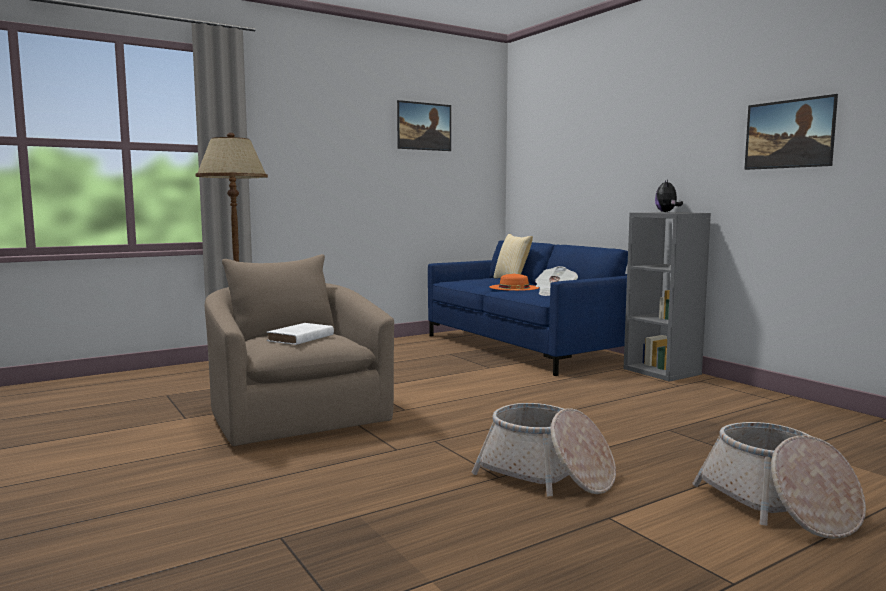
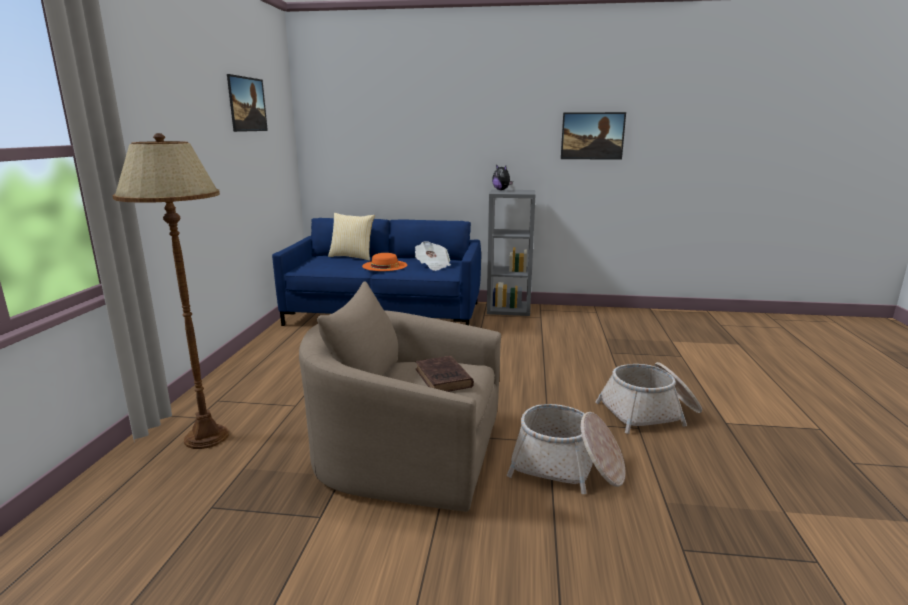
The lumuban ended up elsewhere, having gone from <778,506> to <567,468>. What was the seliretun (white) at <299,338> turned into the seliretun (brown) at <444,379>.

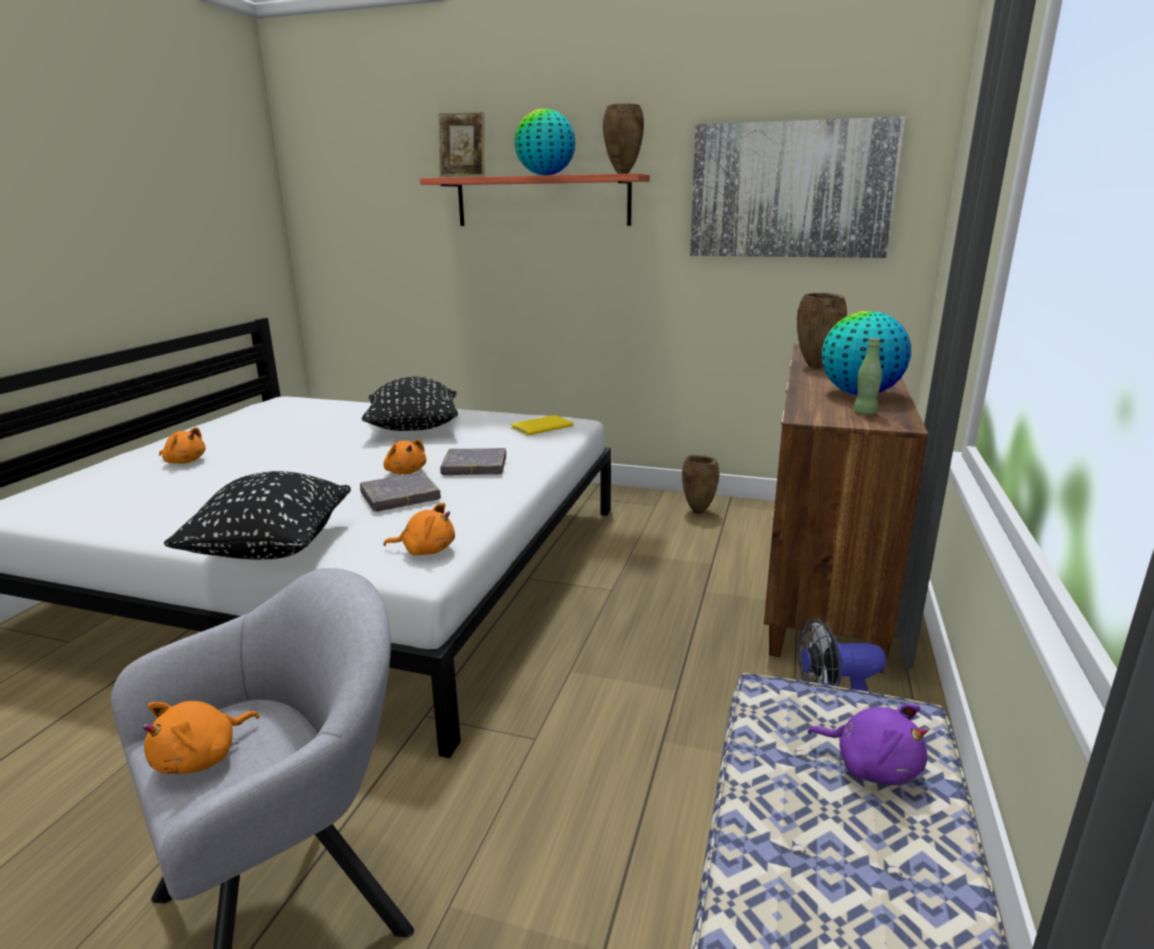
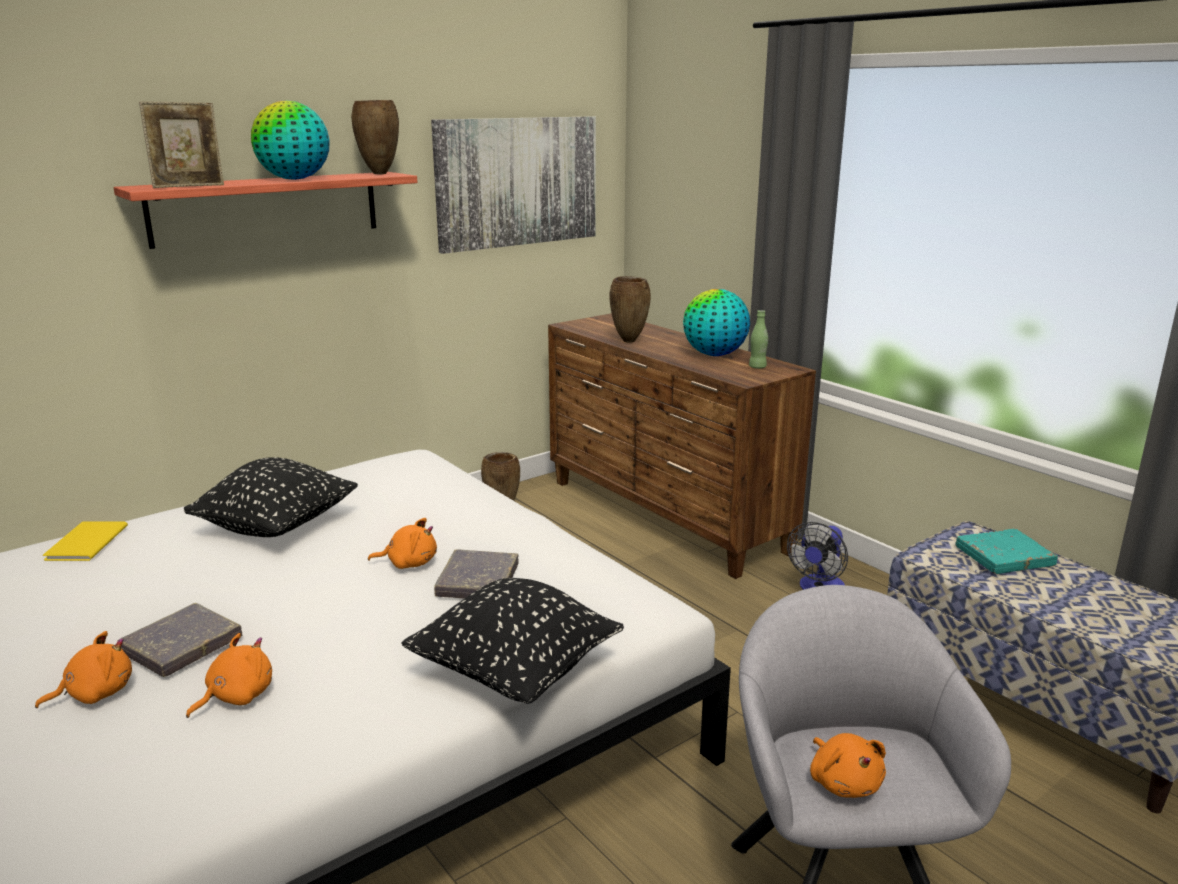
The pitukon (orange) ended up elsewhere, having gone from <426,550> to <236,696>. The seliretun (grey) ended up elsewhere, having gone from <474,466> to <181,645>. The seliretun (yellow) ended up elsewhere, having gone from <539,426> to <83,543>. Where the pitukon (purple) stood at <872,765>, the seliretun (turquoise) came to stand at <1004,556>.

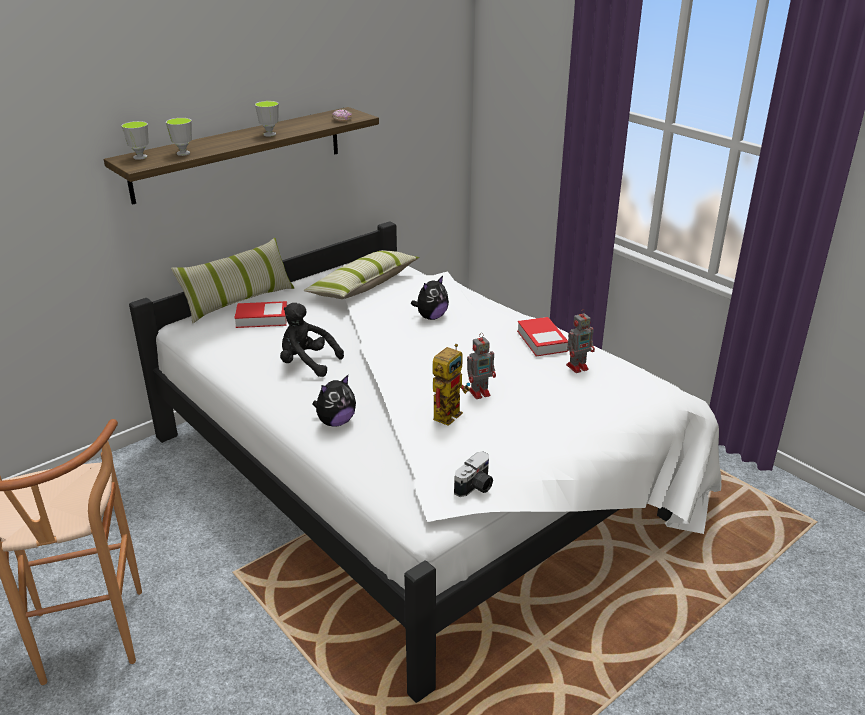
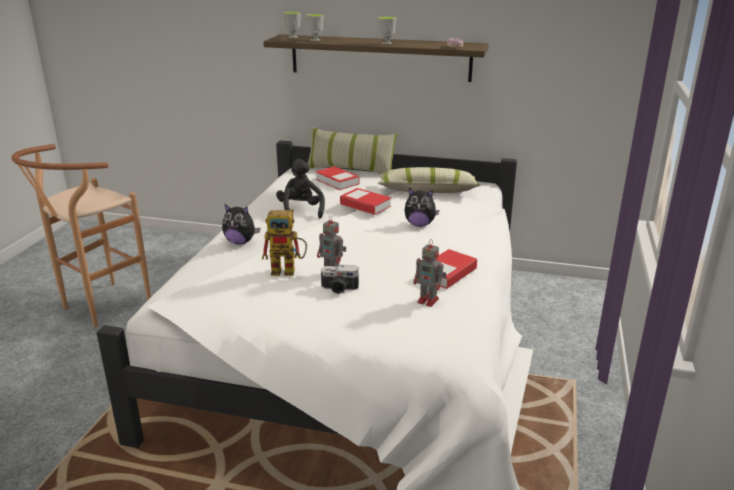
The second view gained the seliretun at <365,205>. The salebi ended up elsewhere, having gone from <476,487> to <339,289>.

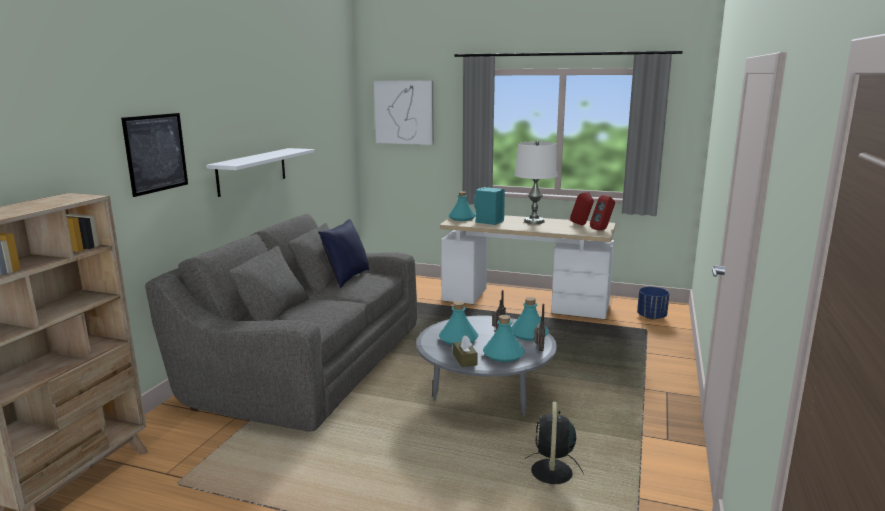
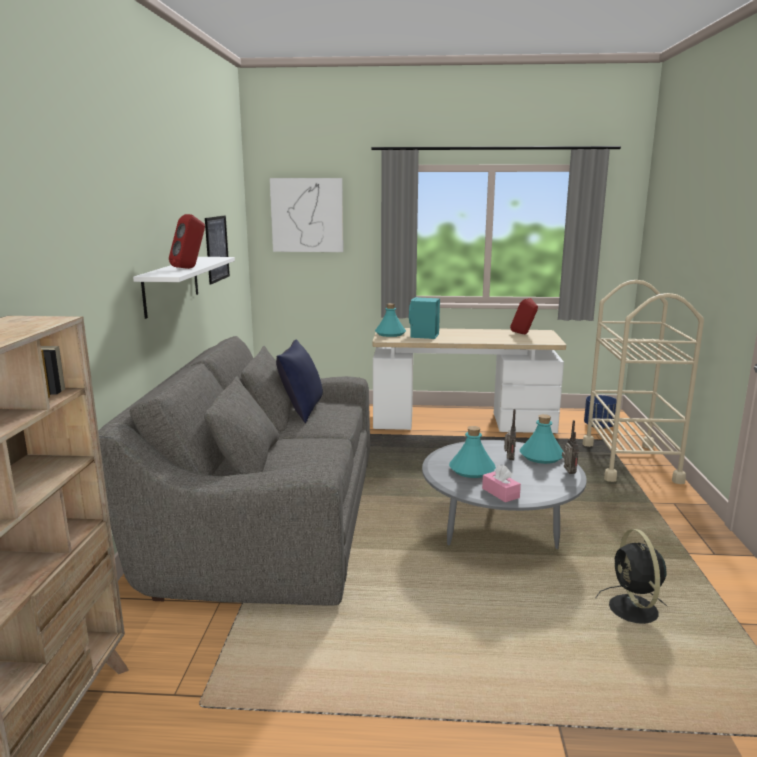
The second view lost the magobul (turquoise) at <503,355>. The second view lost the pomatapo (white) at <534,221>. The second view gained the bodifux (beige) at <630,462>. The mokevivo ended up elsewhere, having gone from <156,153> to <217,248>. The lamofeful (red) ended up elsewhere, having gone from <602,229> to <190,268>. What was the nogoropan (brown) at <465,359> turned into the nogoropan (pink) at <500,493>.

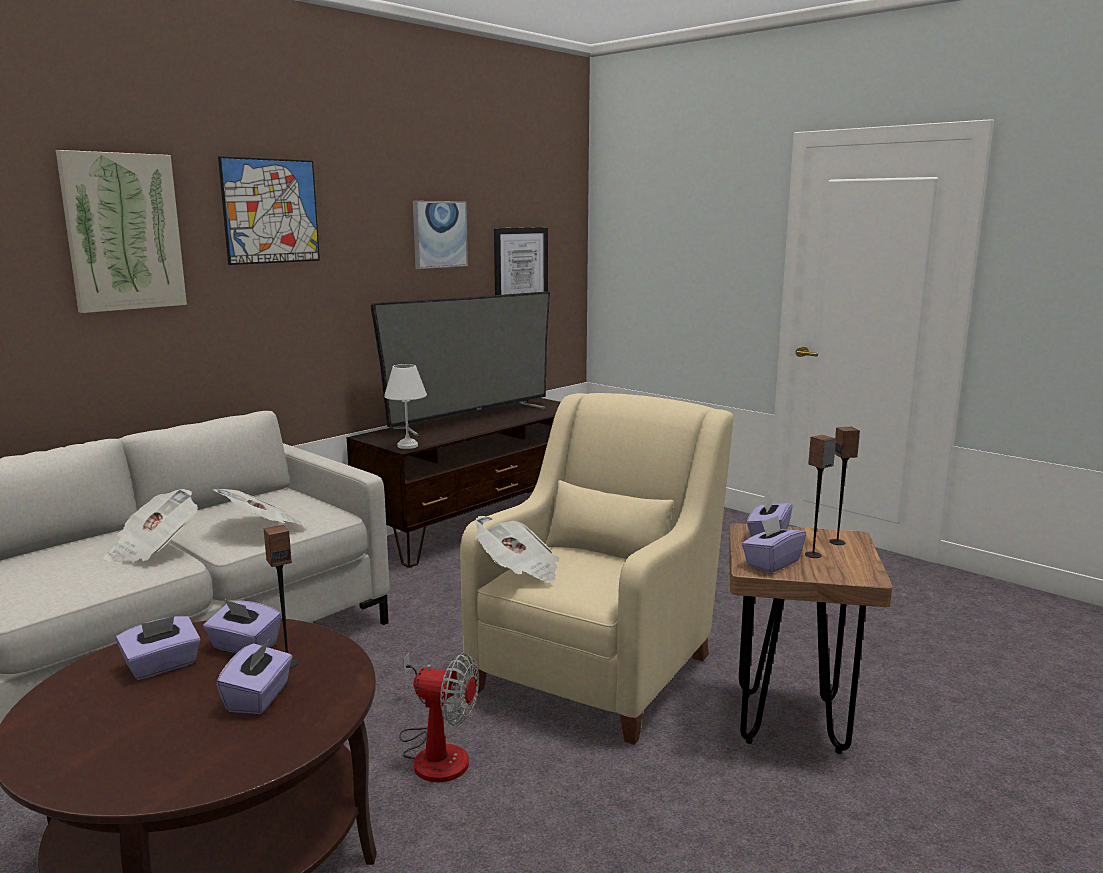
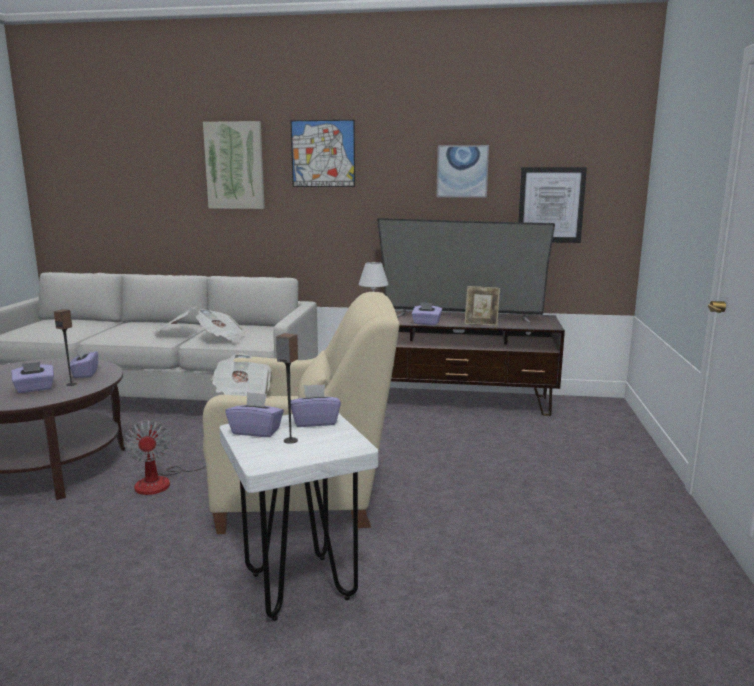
The second view lost the lamofeful at <837,542>. The second view gained the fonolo at <481,323>. The nogoropan (purple) ended up elsewhere, having gone from <162,666> to <426,323>. What was the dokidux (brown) at <790,722> turned into the dokidux (white) at <300,587>.

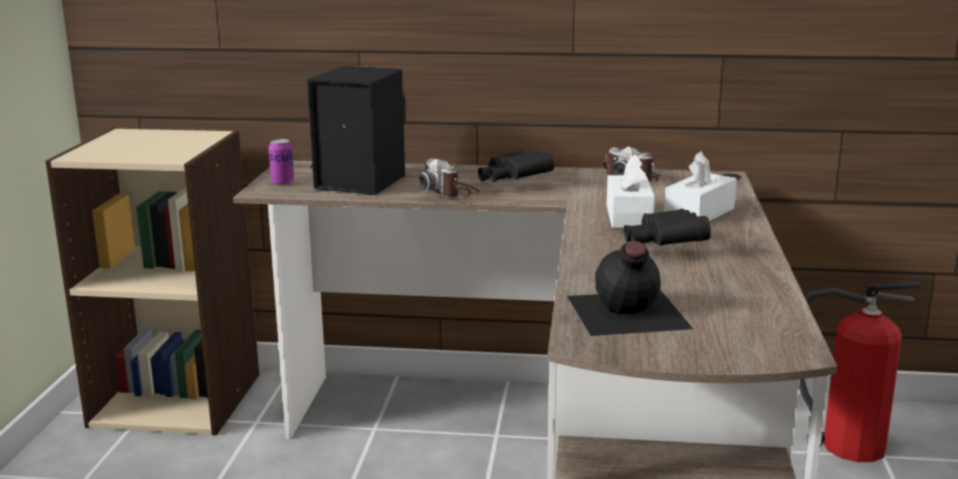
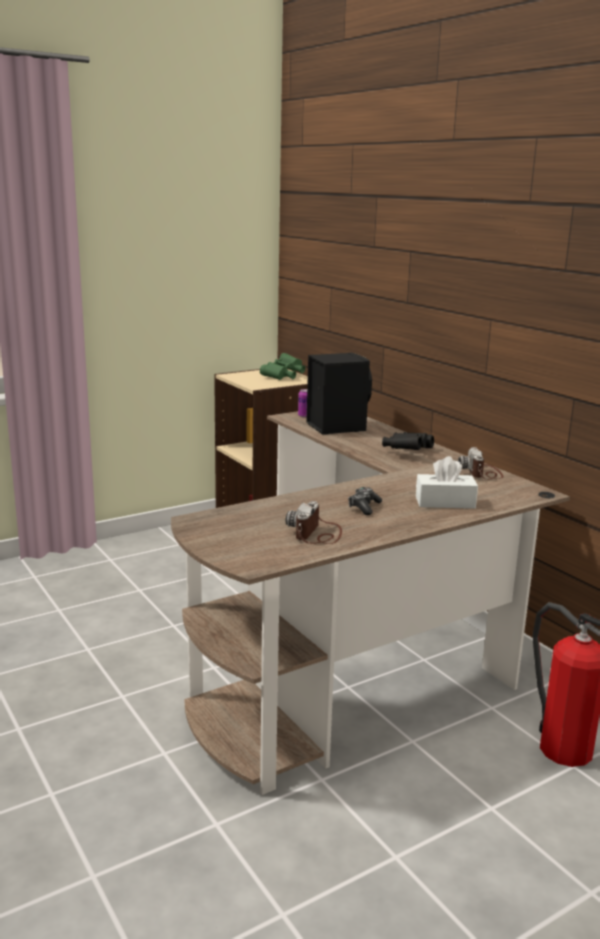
The second view lost the magobul (black) at <626,312>. The second view lost the nogoropan (white) at <629,216>. The second view gained the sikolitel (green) at <284,376>. The salebi ended up elsewhere, having gone from <450,191> to <317,534>. Where the sikolitel (black) stood at <664,247>, the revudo came to stand at <364,507>.

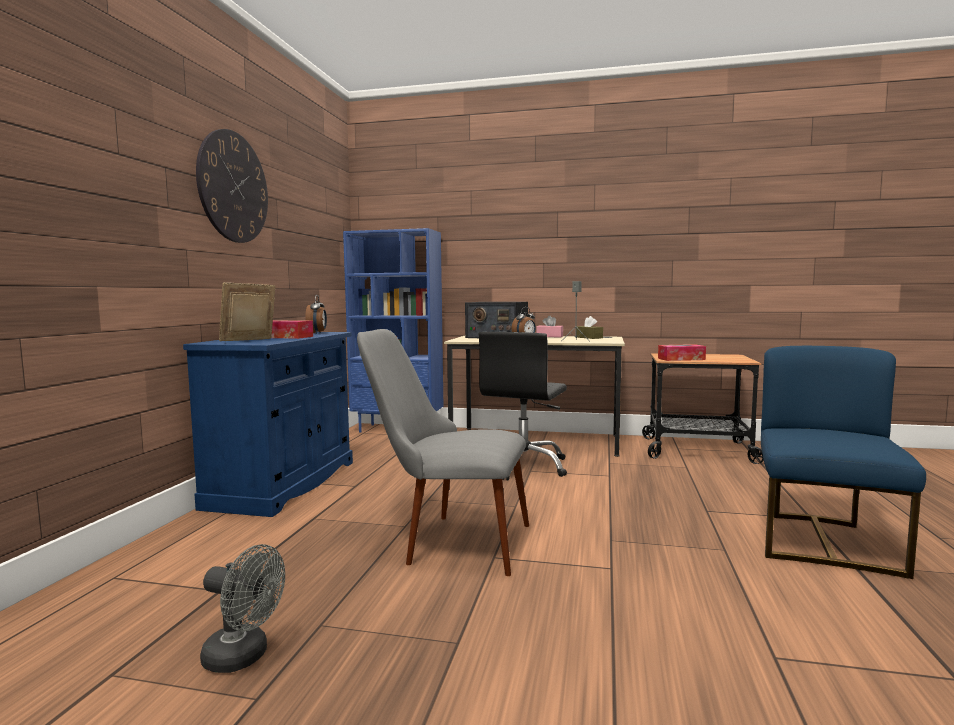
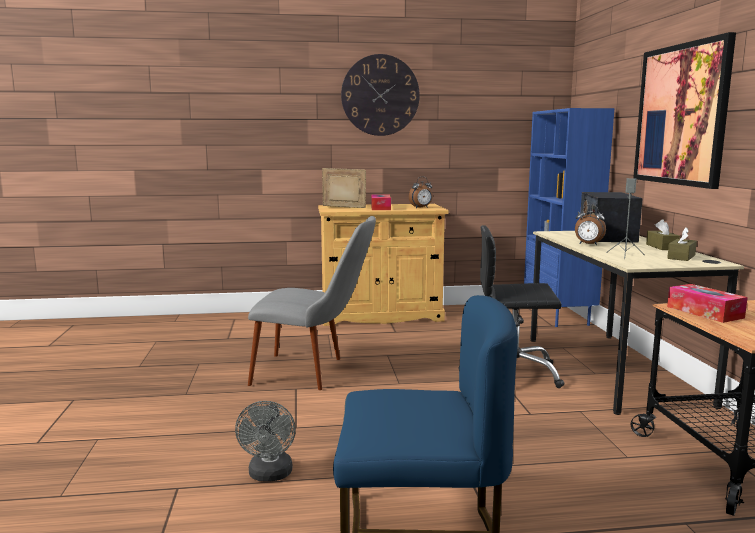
The second view gained the mokevivo at <681,115>. The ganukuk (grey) ended up elsewhere, having gone from <244,657> to <270,475>. What was the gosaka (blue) at <284,484> turned into the gosaka (beige) at <380,315>. What was the nogoropan (pink) at <549,336> turned into the nogoropan (brown) at <661,247>. The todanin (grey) at <447,541> ended up facing another way, 105 degrees clockwise from before.

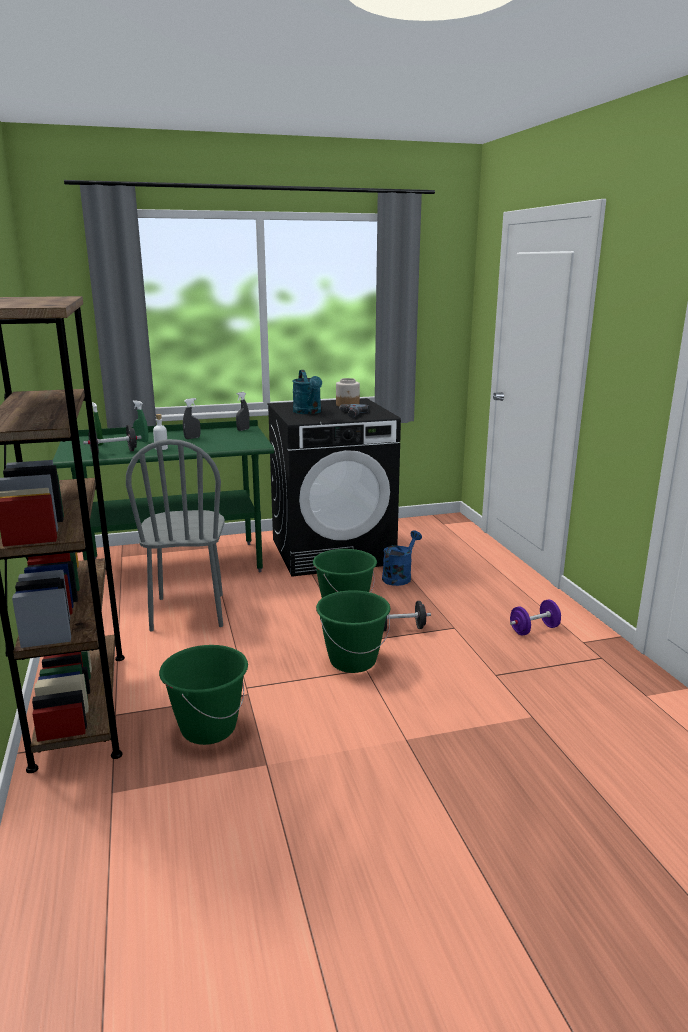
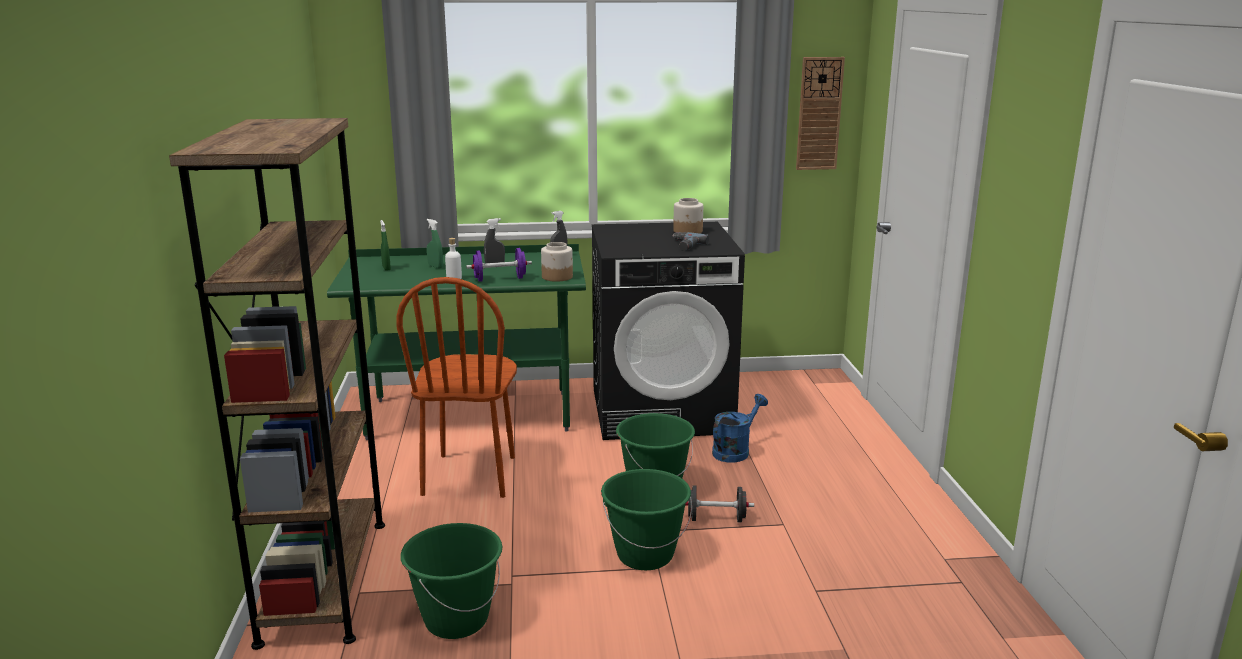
The second view lost the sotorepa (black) at <114,452>. The second view lost the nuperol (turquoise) at <308,412>. The second view gained the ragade at <557,277>. The second view gained the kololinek at <819,114>. The sotorepa (purple) ended up elsewhere, having gone from <534,629> to <499,279>. What was the todanin (grey) at <188,612> turned into the todanin (brown) at <470,475>.

